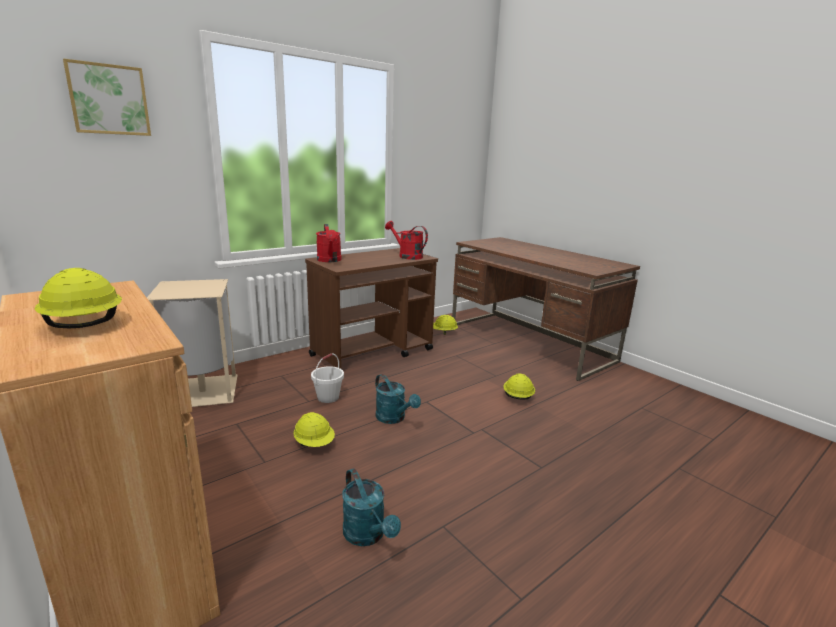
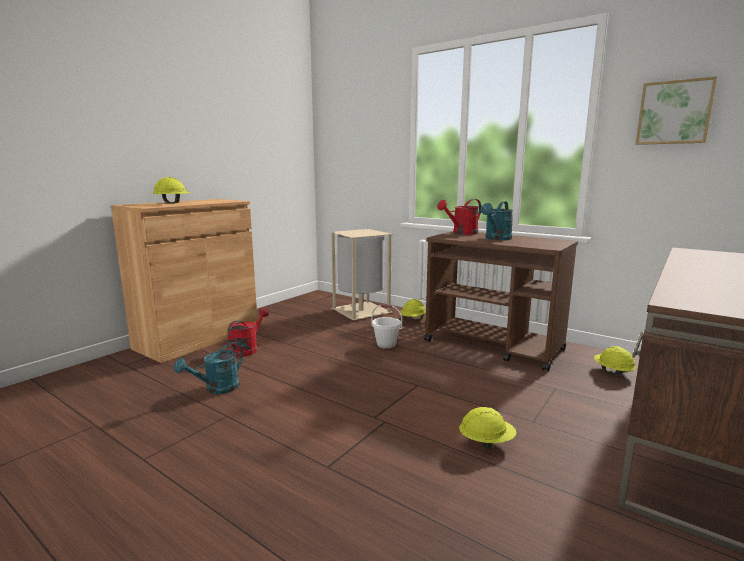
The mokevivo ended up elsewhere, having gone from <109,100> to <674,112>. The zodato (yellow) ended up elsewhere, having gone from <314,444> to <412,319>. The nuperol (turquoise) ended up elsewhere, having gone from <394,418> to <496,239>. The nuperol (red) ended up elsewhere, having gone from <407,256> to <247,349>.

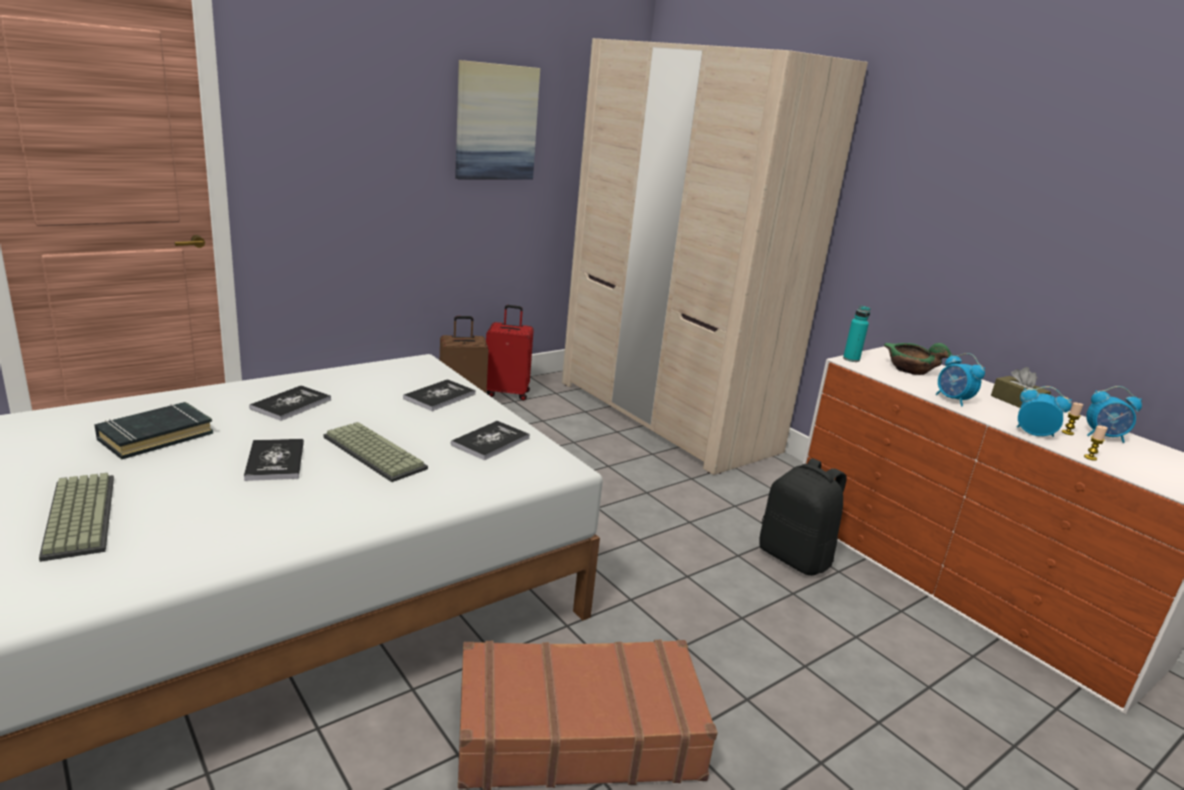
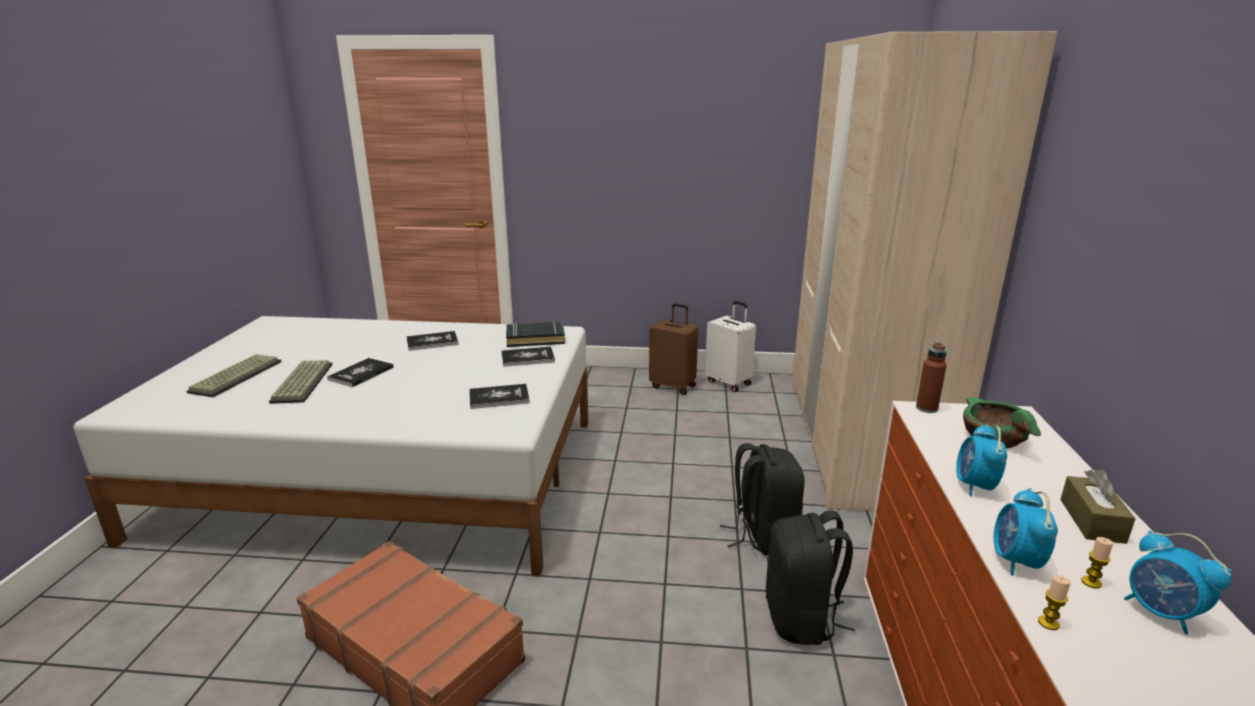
The second view lost the mokevivo at <496,122>. The second view gained the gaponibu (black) at <762,535>. The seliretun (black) ended up elsewhere, having gone from <155,436> to <535,338>. The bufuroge ended up elsewhere, having gone from <371,453> to <301,382>. What was the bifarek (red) at <507,393> turned into the bifarek (white) at <729,382>. What was the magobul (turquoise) at <851,359> turned into the magobul (brown) at <926,408>. The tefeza at <1033,433> ended up facing another way, 150 degrees counterclockwise from before.

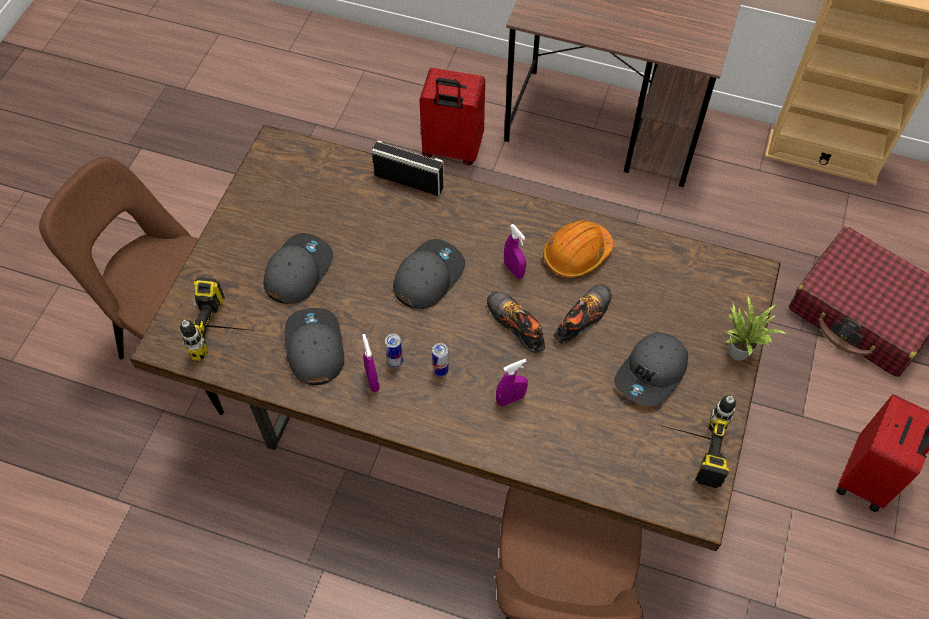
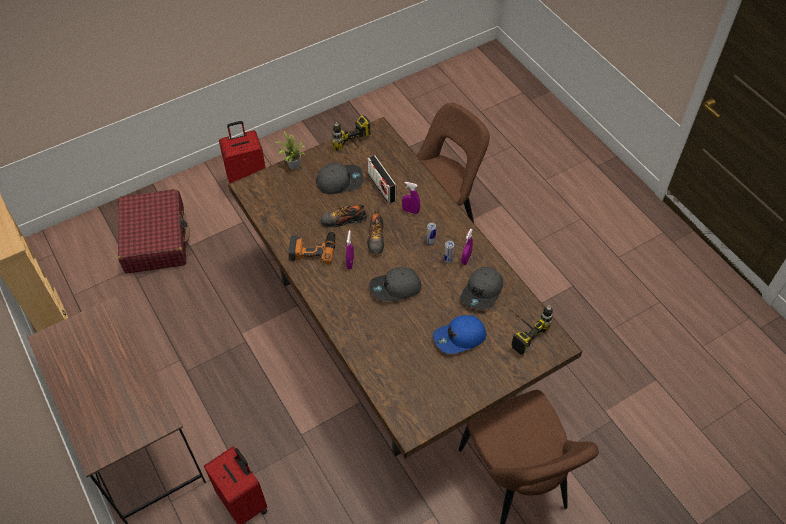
The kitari ended up elsewhere, having gone from <409,180> to <381,187>. Where the zodato (orange) stood at <576,254>, the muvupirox came to stand at <313,249>. What was the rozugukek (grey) at <297,271> turned into the rozugukek (blue) at <459,338>.

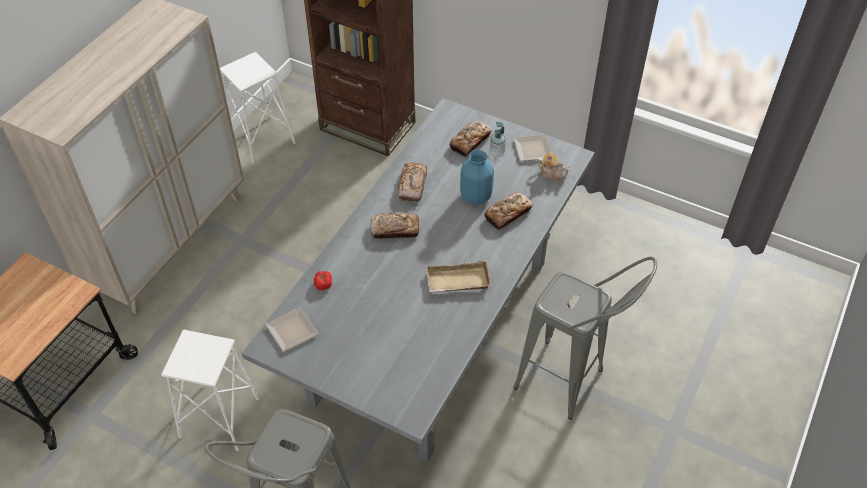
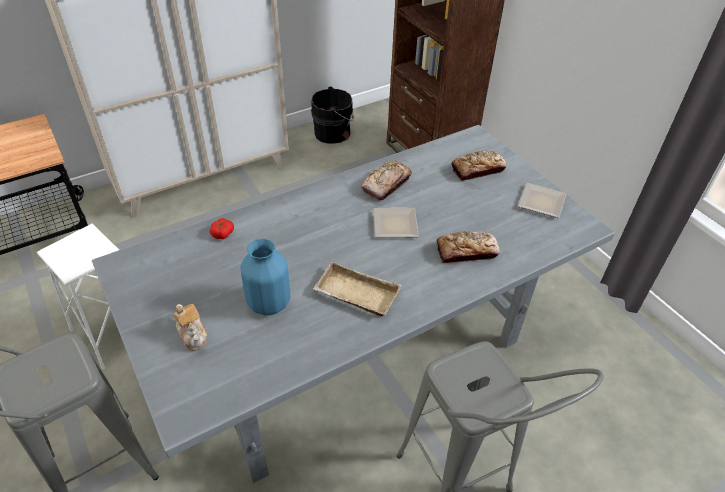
The second view lost the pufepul at <395,230>. The second view lost the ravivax at <497,153>. The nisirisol ended up elsewhere, having gone from <292,329> to <396,224>. The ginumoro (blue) ended up elsewhere, having gone from <476,196> to <269,303>. The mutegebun ended up elsewhere, having gone from <552,173> to <193,334>. Where the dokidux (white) stood at <261,140>, the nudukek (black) came to stand at <334,133>.

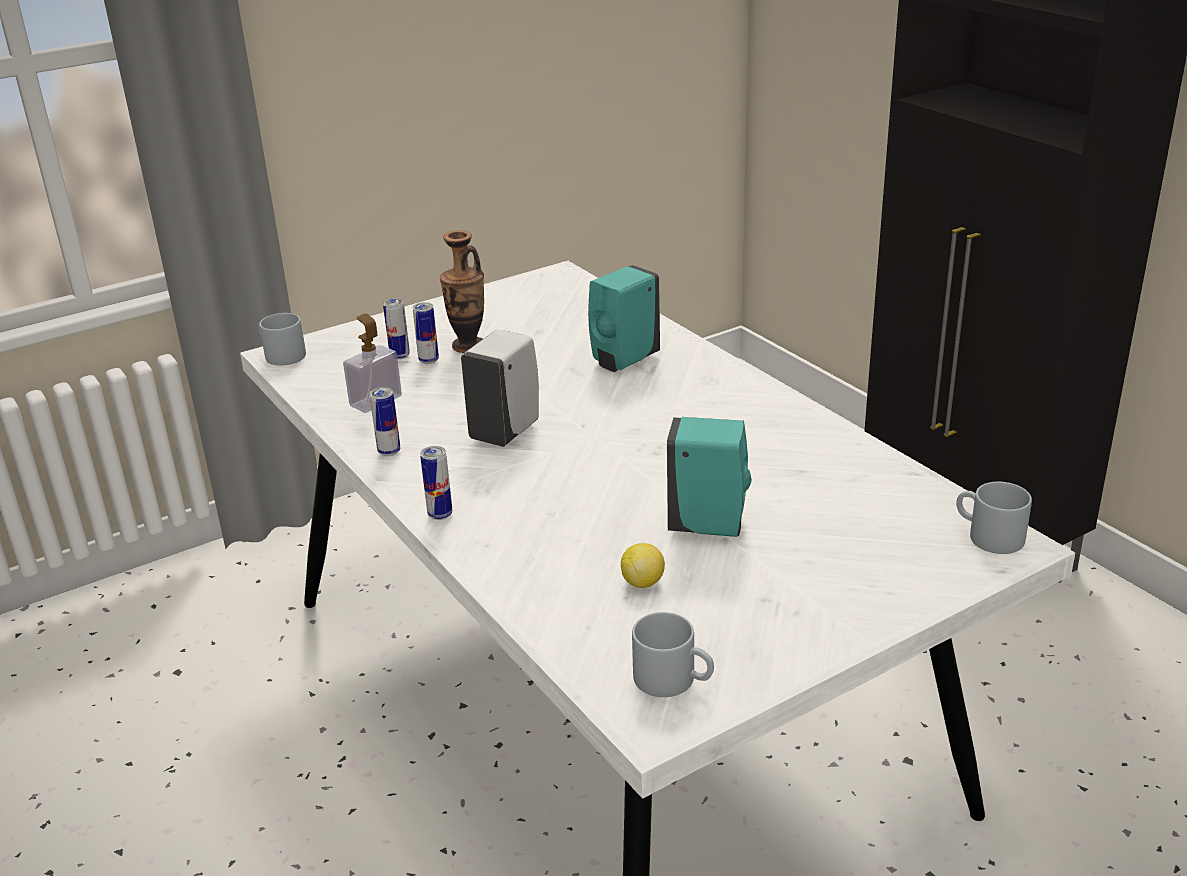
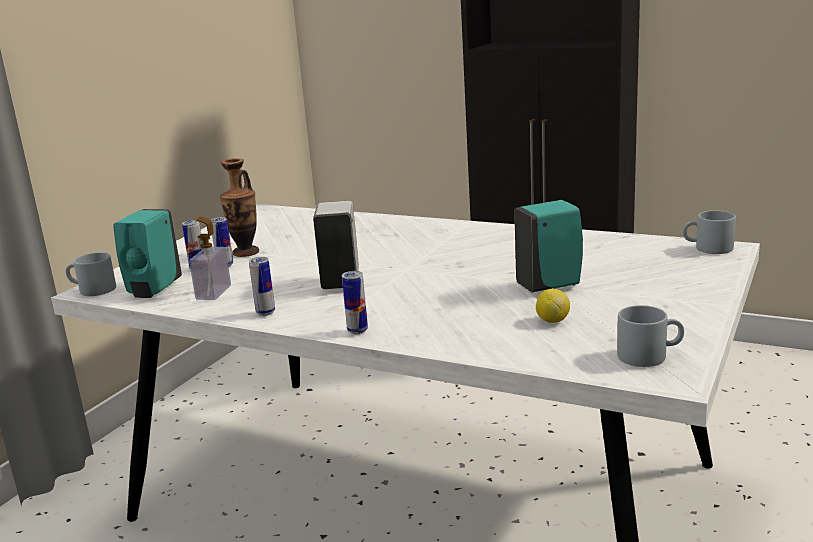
The ravivax (turquoise) ended up elsewhere, having gone from <623,361> to <154,290>.

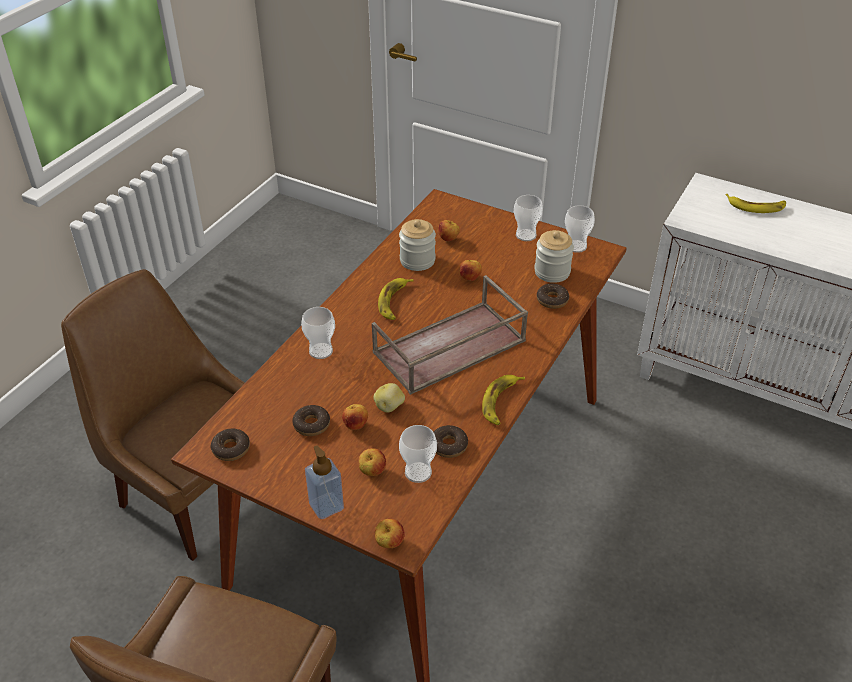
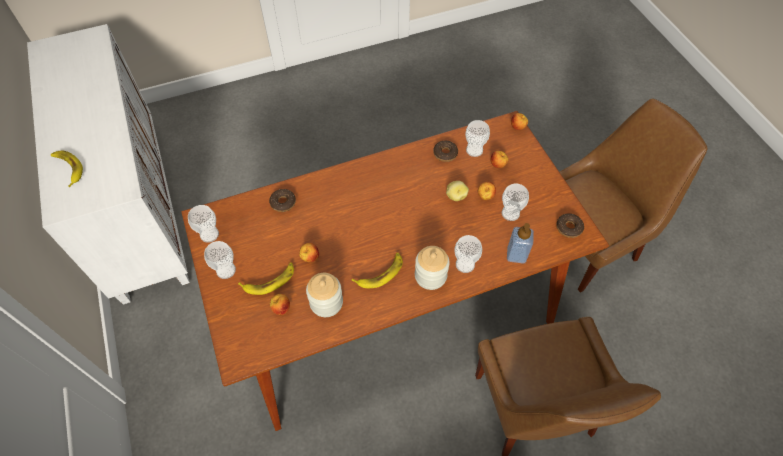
The second view lost the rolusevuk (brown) at <449,348>. The ravivax ended up elsewhere, having gone from <326,506> to <516,255>. The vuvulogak ended up elsewhere, having gone from <501,402> to <270,281>. The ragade ended up elsewhere, having gone from <552,272> to <430,276>. Where the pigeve stood at <311,424>, the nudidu came to stand at <510,213>.

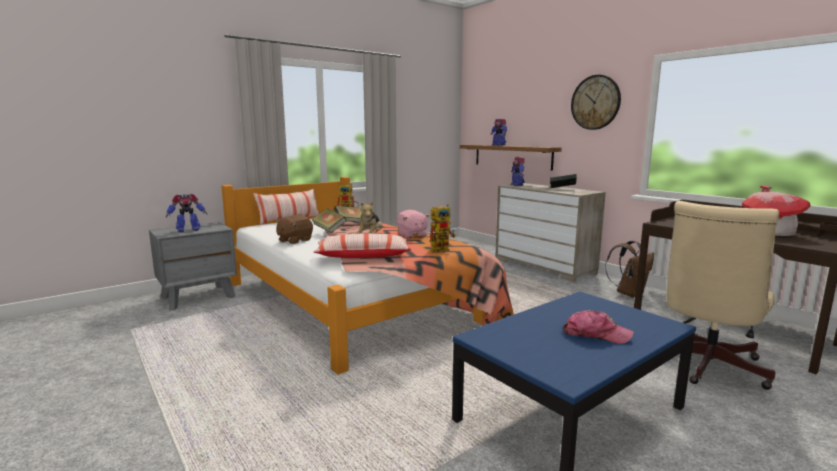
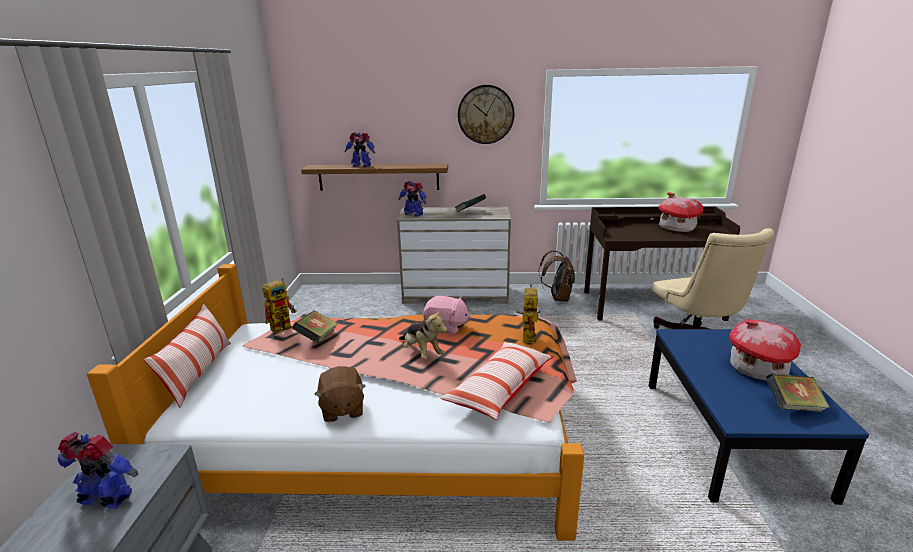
The seliretun ended up elsewhere, having gone from <329,230> to <793,406>. Where the rozugukek stood at <596,334>, the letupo came to stand at <757,369>. The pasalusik at <188,230> ended up facing another way, 90 degrees counterclockwise from before.

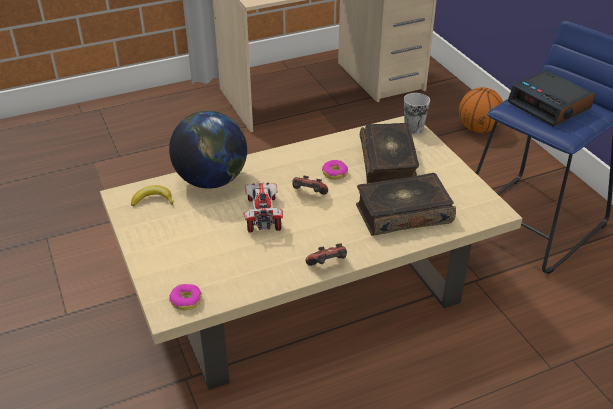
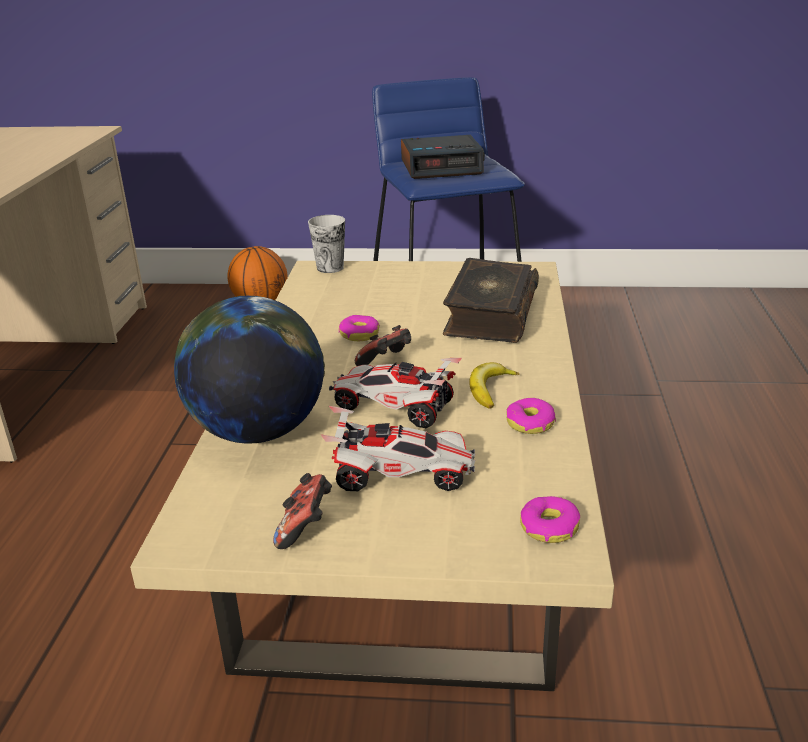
The second view lost the seliretun at <389,164>. The second view gained the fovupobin at <400,474>. The second view gained the pigeve at <530,423>. The vuvulogak ended up elsewhere, having gone from <153,200> to <489,389>. The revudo ended up elsewhere, having gone from <328,265> to <306,528>.

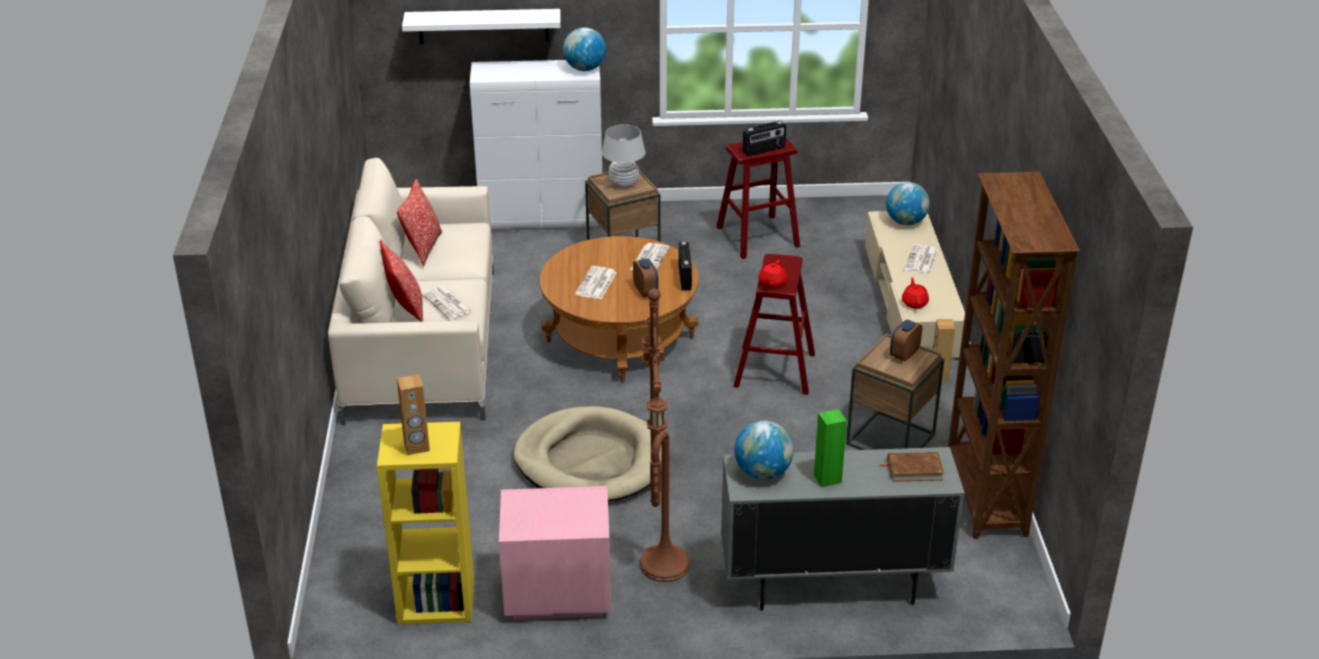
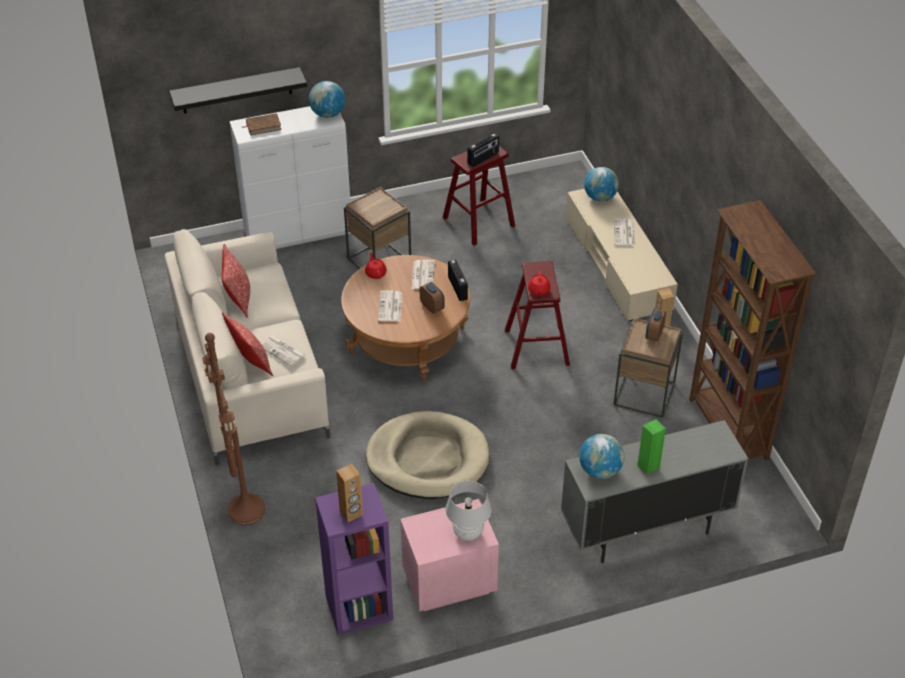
The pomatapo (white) ended up elsewhere, having gone from <623,184> to <468,533>. The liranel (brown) ended up elsewhere, having gone from <661,563> to <244,510>. The seliretun (brown) ended up elsewhere, having gone from <914,469> to <263,126>. The mutegebun (red) ended up elsewhere, having gone from <914,303> to <376,273>. What was the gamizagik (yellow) at <435,602> turned into the gamizagik (purple) at <358,609>. What was the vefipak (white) at <483,26> turned into the vefipak (black) at <236,90>.

